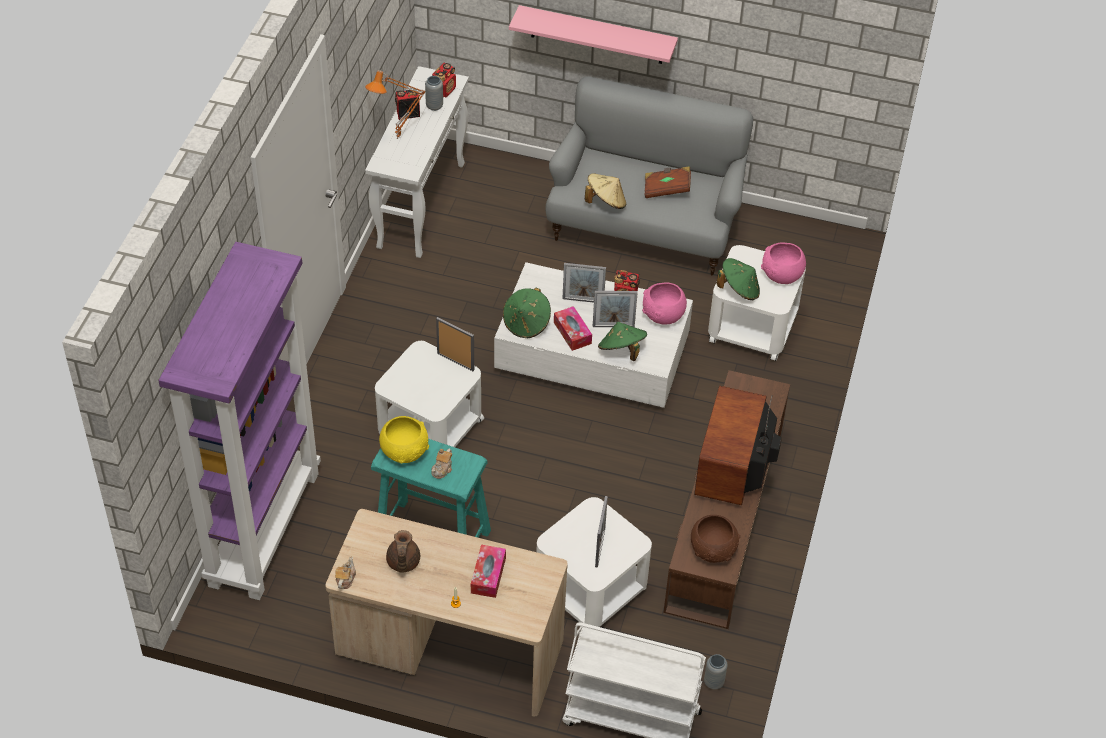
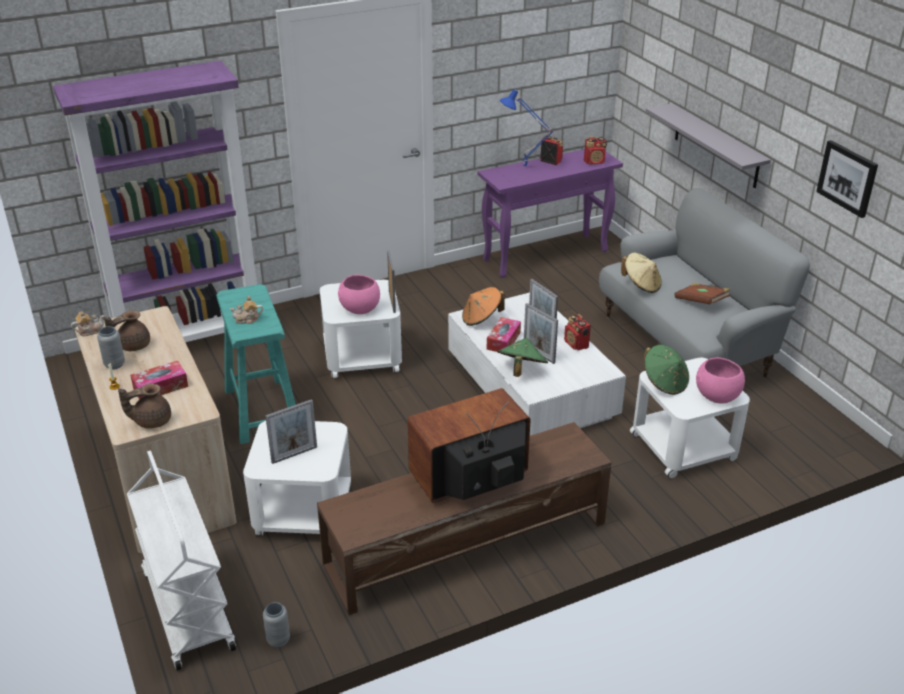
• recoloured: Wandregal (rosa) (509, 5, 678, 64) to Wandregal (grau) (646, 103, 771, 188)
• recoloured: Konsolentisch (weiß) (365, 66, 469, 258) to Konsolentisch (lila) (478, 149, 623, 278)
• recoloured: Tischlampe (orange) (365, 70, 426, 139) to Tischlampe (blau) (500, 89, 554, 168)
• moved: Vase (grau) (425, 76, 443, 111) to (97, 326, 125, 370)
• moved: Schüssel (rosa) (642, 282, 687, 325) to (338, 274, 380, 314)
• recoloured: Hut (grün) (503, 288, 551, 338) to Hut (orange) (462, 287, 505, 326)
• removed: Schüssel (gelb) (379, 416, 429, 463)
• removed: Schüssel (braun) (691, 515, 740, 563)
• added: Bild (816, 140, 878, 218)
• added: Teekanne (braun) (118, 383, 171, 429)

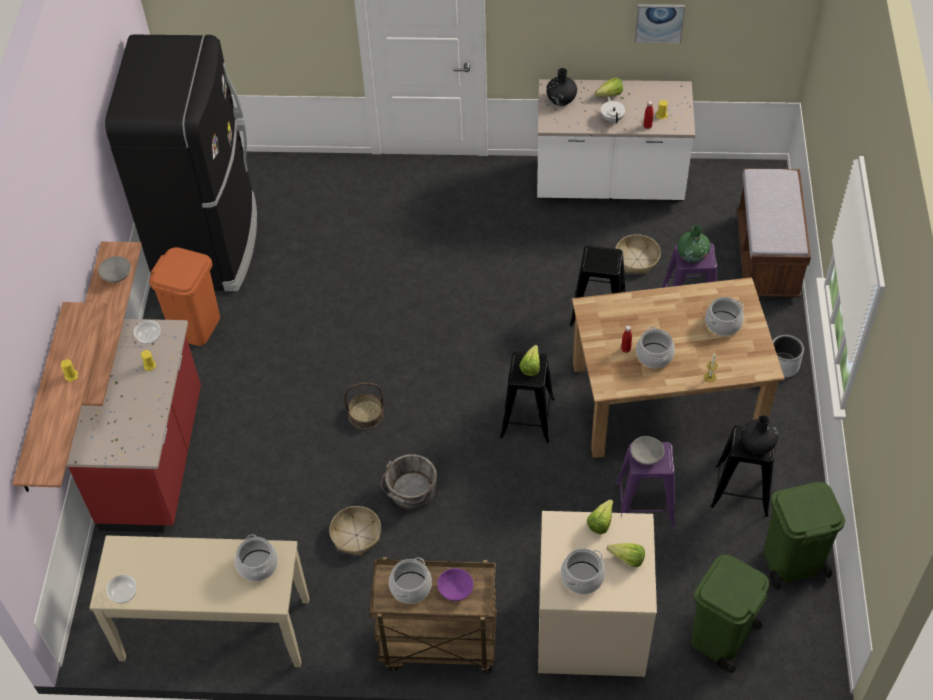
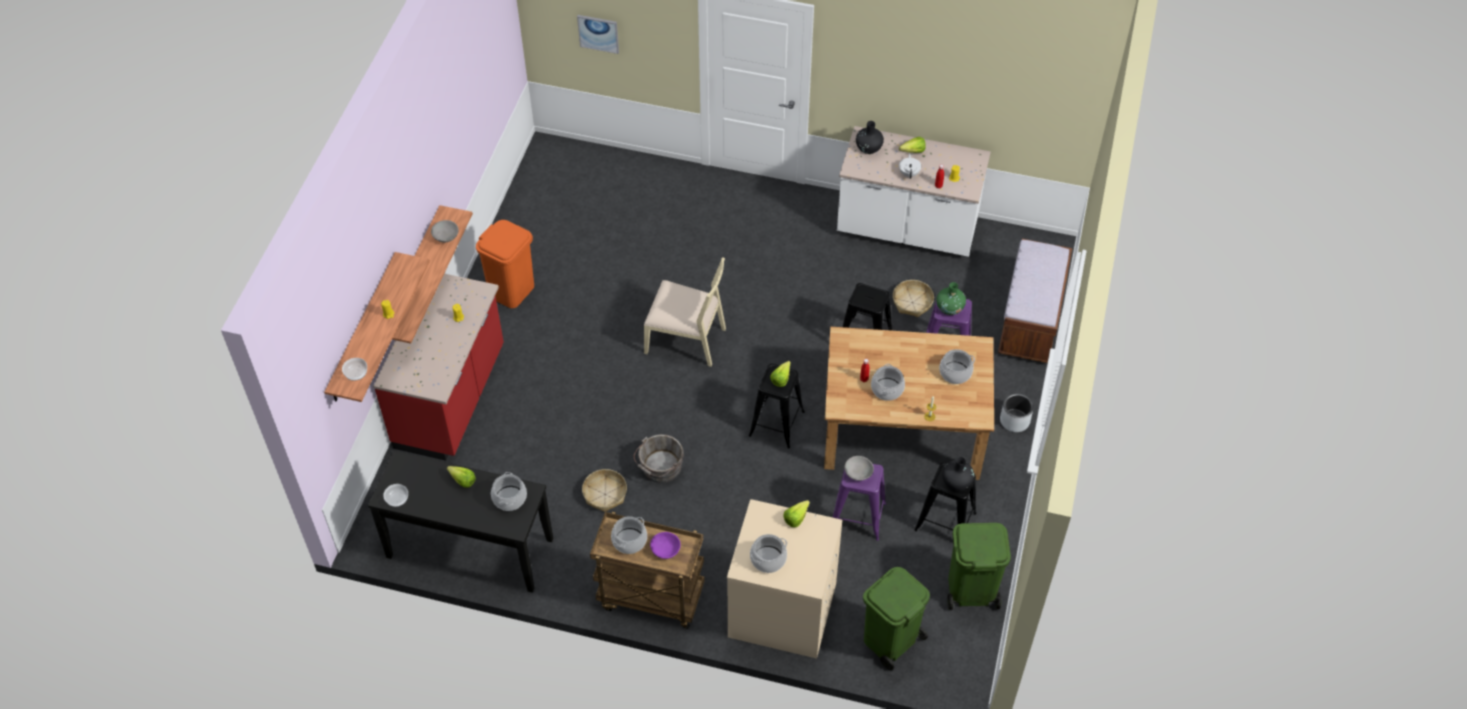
• moved: Bild (635, 4, 685, 43) to (577, 15, 619, 54)
• removed: Kühlschrank (schwarz) (105, 34, 257, 291)
• moved: Schüssel (134, 320, 160, 344) to (342, 358, 367, 381)
• removed: Korb (344, 382, 383, 429)
• recoloured: Konsolentisch (beige) (90, 535, 309, 667) to Konsolentisch (schwarz) (368, 450, 553, 593)
• moved: Salatkopf (607, 543, 645, 567) to (447, 466, 476, 488)
• added: Stuhl (beige) (644, 257, 726, 367)

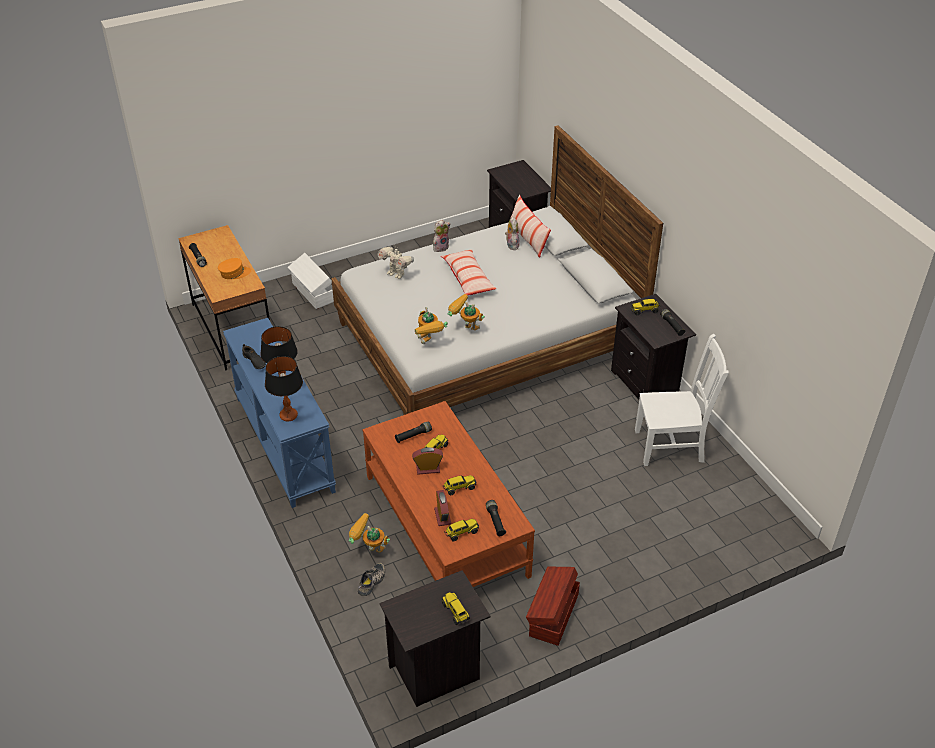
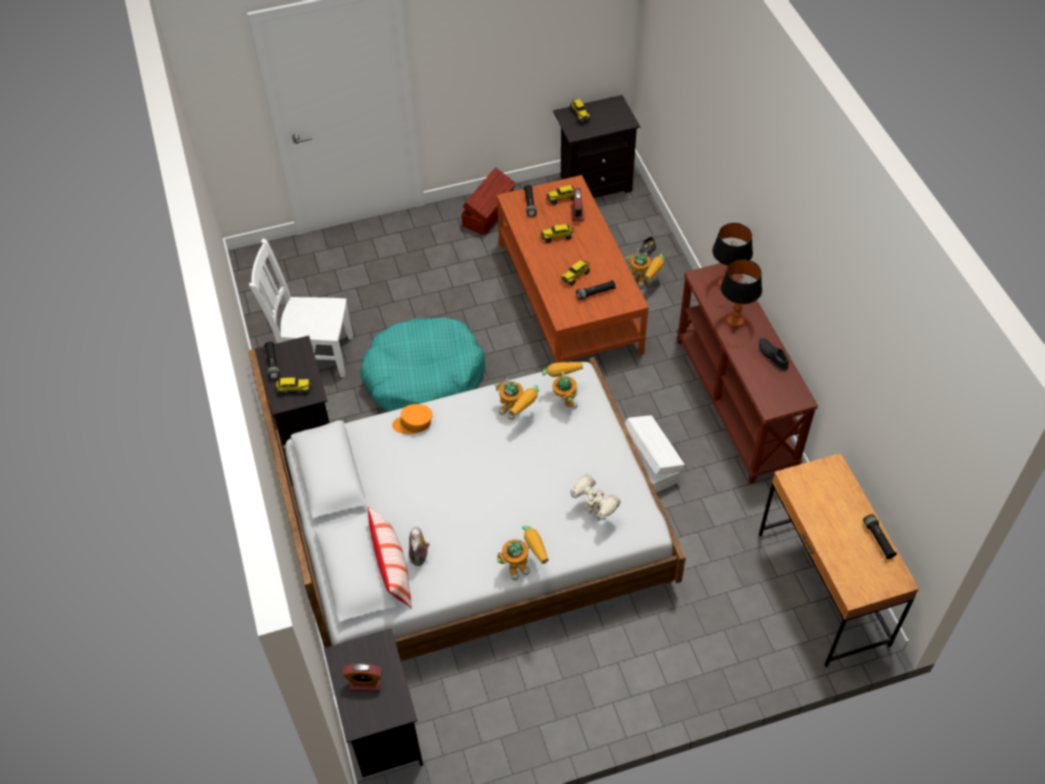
• replaced: Plüschtier (433, 220, 451, 252) to Spielzeugroboter (497, 525, 549, 580)
• removed: Kissen (441, 249, 496, 296)
• moved: Aufbewahrungsbox (weiß) (288, 253, 334, 309) to (625, 415, 685, 492)
• moved: Kappe (orange) (218, 258, 251, 279) to (392, 404, 433, 434)
• recoloured: Konsolentisch (blau) (223, 318, 336, 508) to Konsolentisch (braun) (677, 263, 818, 484)
• moved: Wecker (412, 447, 443, 474) to (342, 664, 382, 691)
• added: Hundebett (türkis) (360, 317, 485, 411)

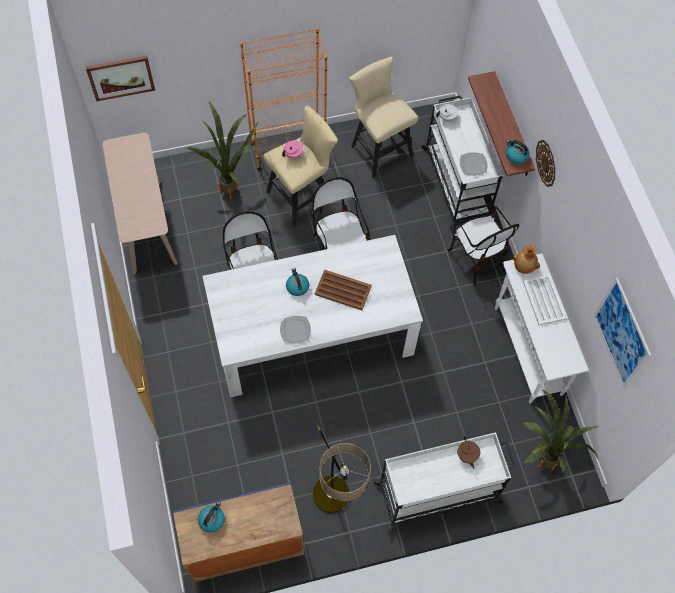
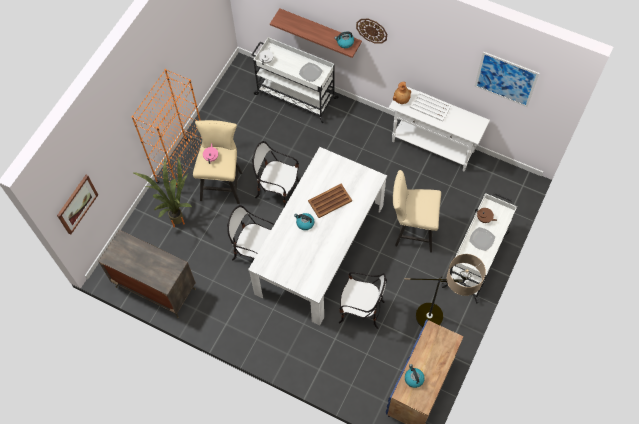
• moved: Hocker (beige) (349, 57, 418, 178) to (393, 170, 441, 252)
• replaced: Konsolentisch (beige) (103, 133, 178, 274) to Kommode (98, 230, 196, 318)
• moved: Stuhl (448, 206, 520, 286) to (339, 272, 387, 329)
• moved: Teller (280, 316, 311, 344) to (469, 227, 495, 251)
• removed: Topfpflanze (523, 390, 599, 473)

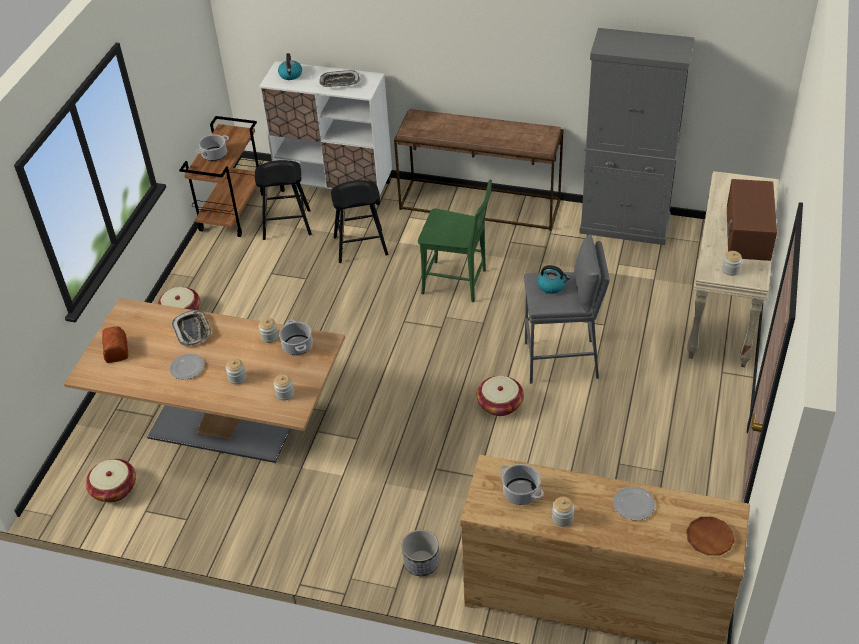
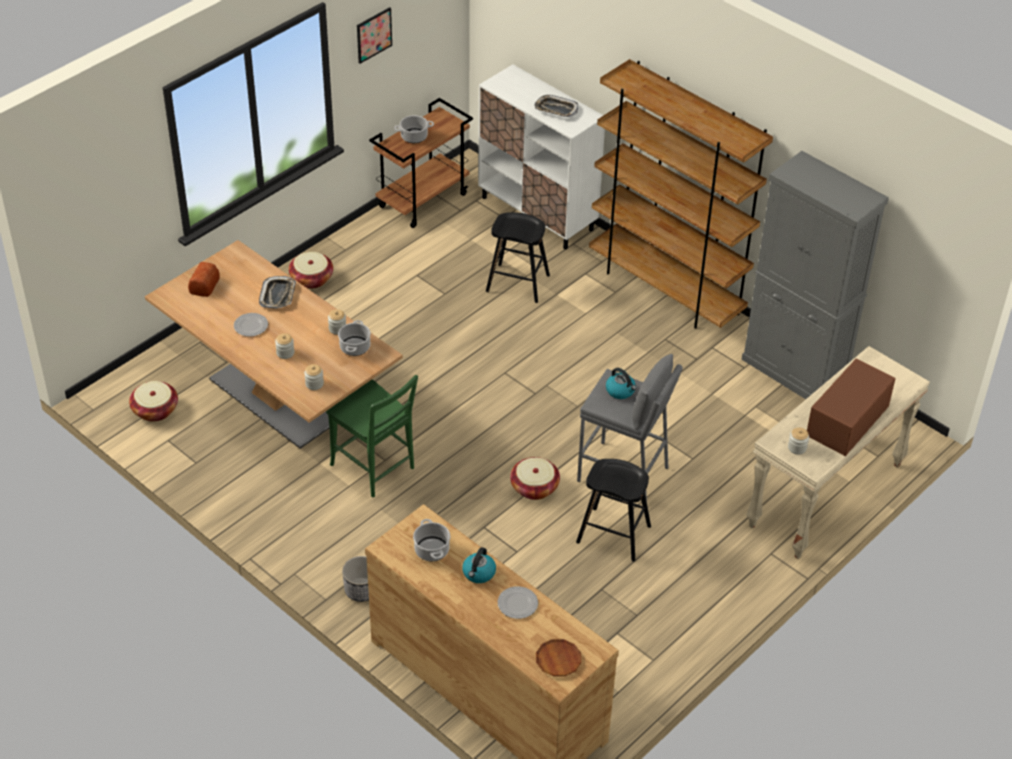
• moved: Wasserkessel (278, 53, 302, 80) to (462, 547, 496, 583)
• replaced: Konsolentisch (braun) (394, 109, 564, 231) to Bücherregal (braun) (589, 59, 773, 329)
• moved: Hocker (schwarz) (255, 160, 312, 240) to (576, 459, 651, 562)
• moved: Stuhl (grün) (418, 180, 492, 302) to (326, 375, 418, 498)
• removed: Vorratsglas (552, 497, 574, 527)
• added: Bild (357, 7, 392, 64)

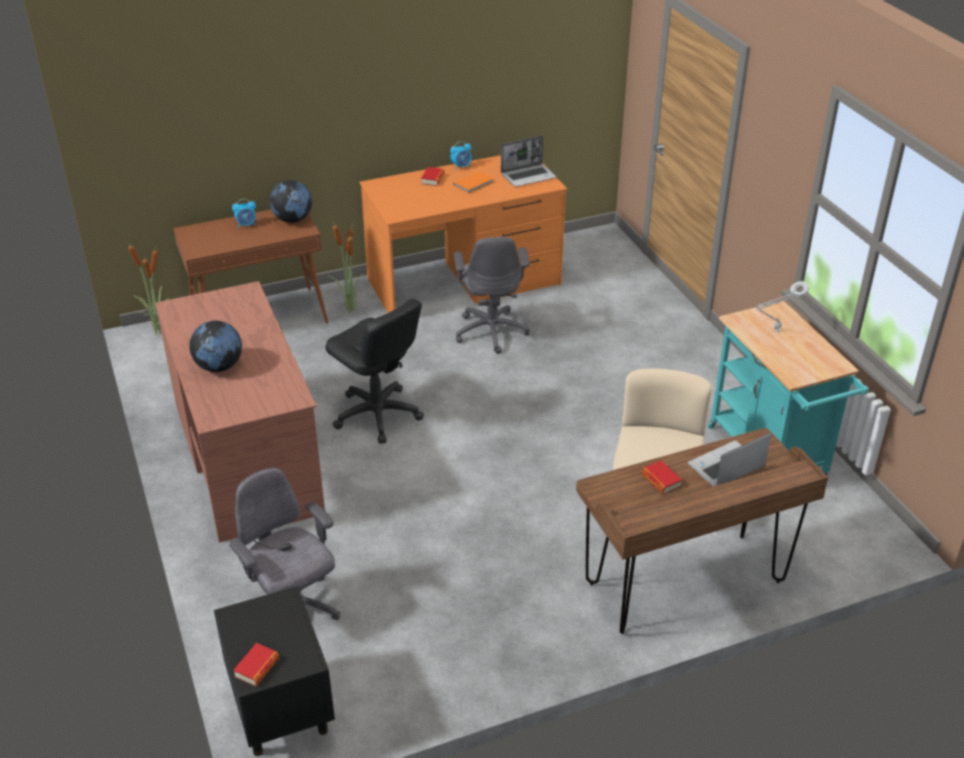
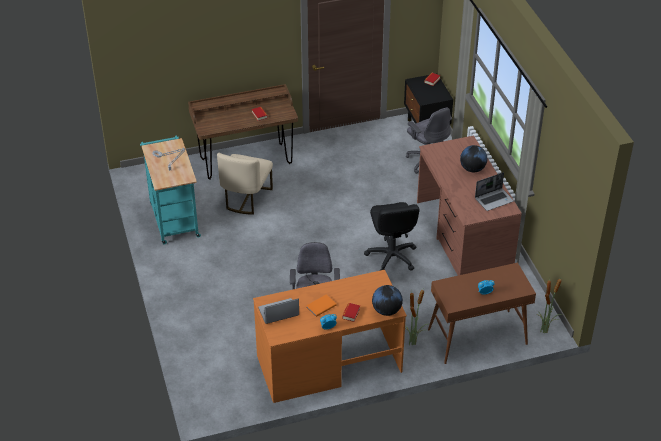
• moved: Globus (270, 180, 312, 223) to (372, 285, 403, 316)
• turned: Bürostuhl (schwarz) (326, 299, 424, 444) = (364, 202, 420, 271) 150 degrees counterclockwise
• moved: Laptop (688, 433, 771, 486) to (475, 172, 514, 211)

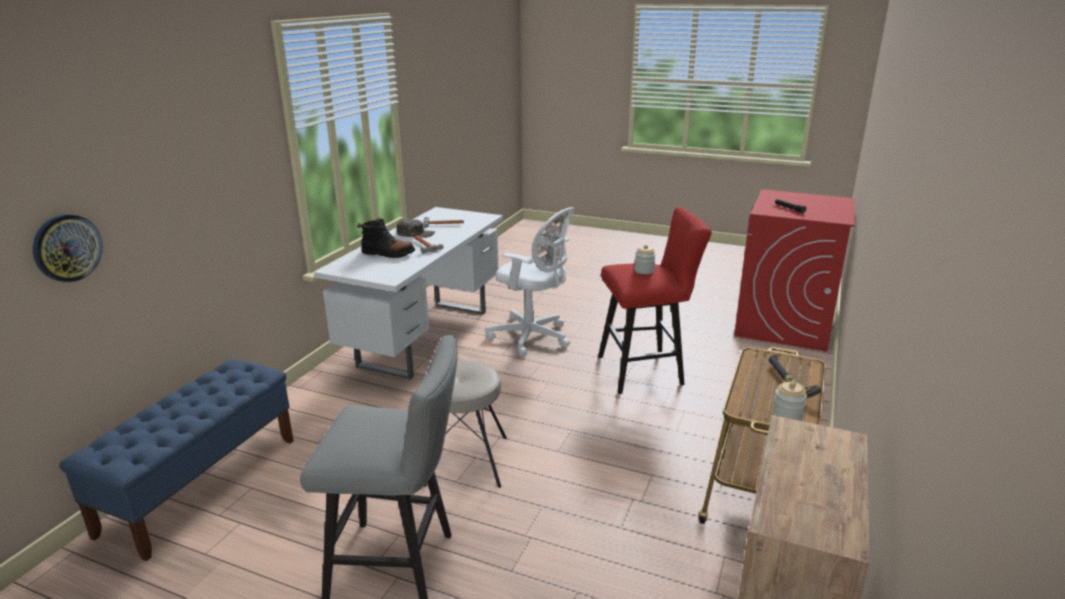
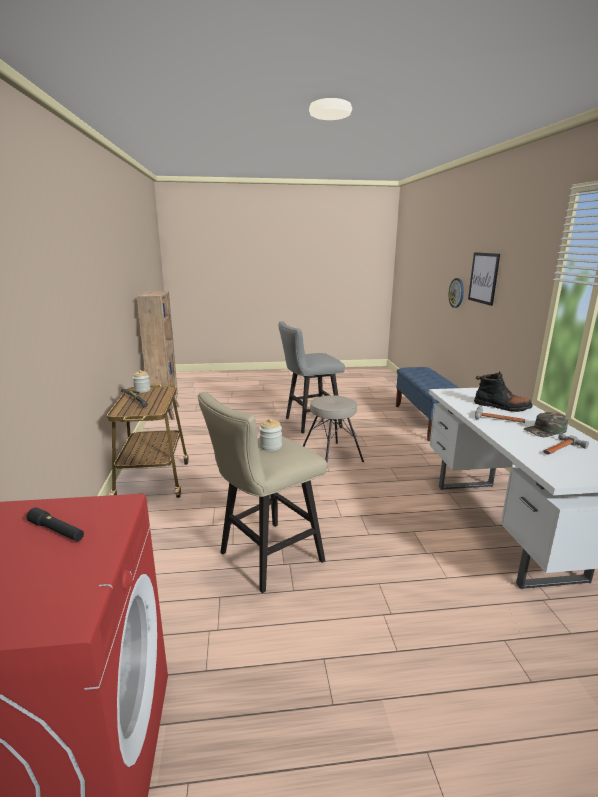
• removed: Bürostuhl (weiß) (485, 207, 575, 357)
• recoloured: Hocker (rot) (598, 207, 712, 394) to Hocker (beige) (198, 392, 327, 593)
• turned: Stiefel (schwarz) (357, 217, 415, 258) = (474, 371, 533, 412) 135 degrees counterclockwise
• added: Bild (468, 252, 500, 306)

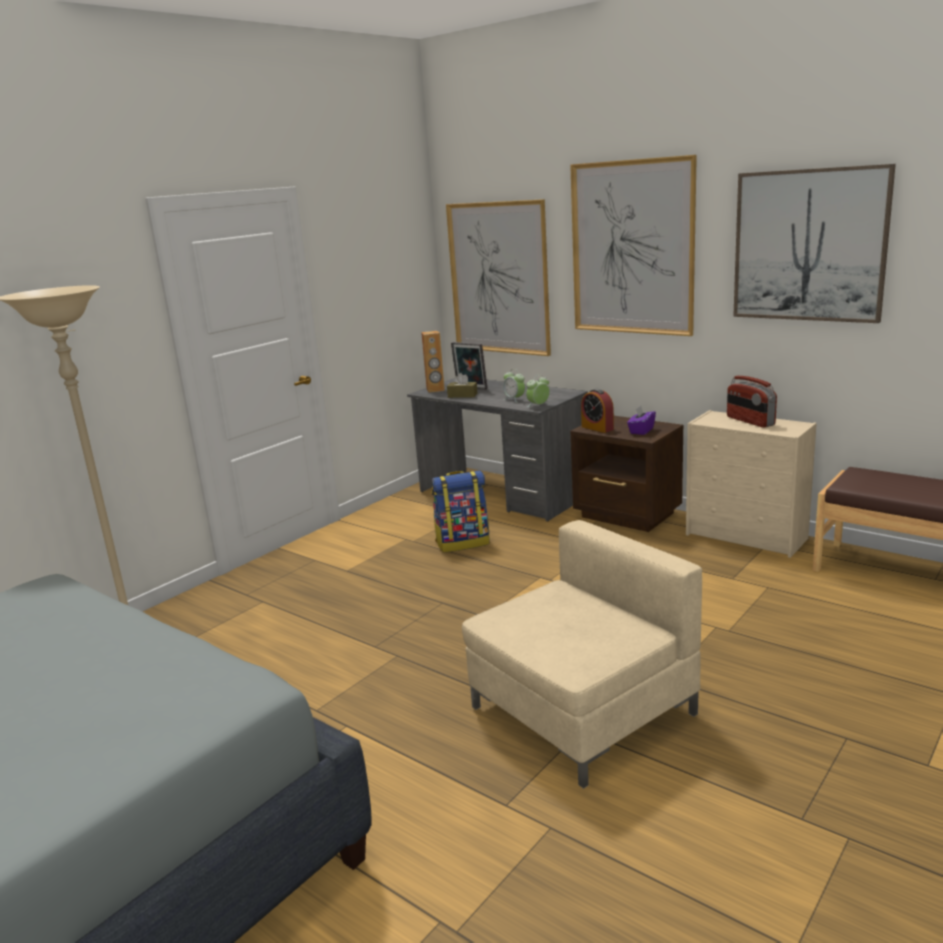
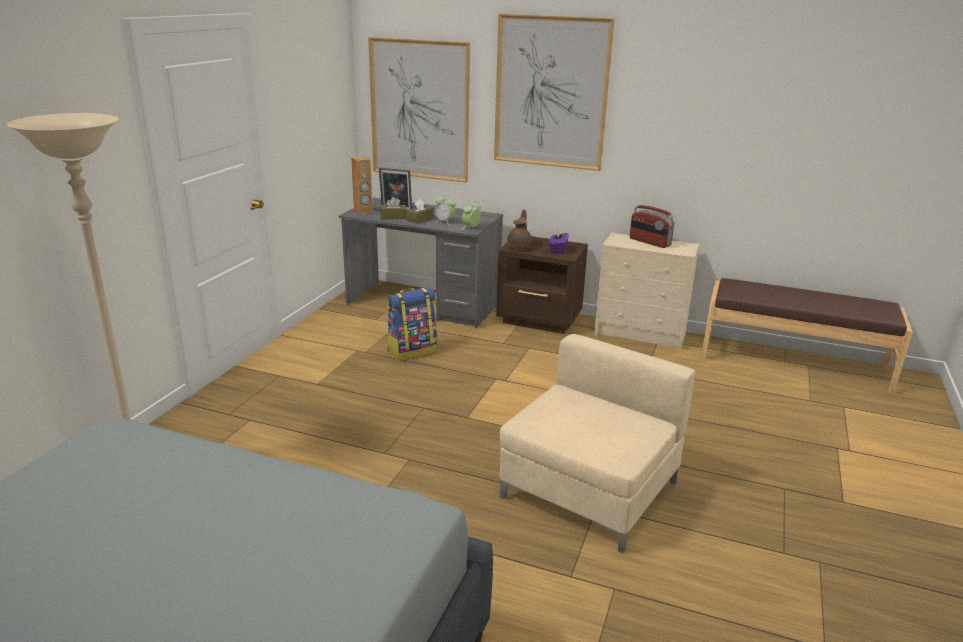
• removed: Bild (733, 164, 896, 323)
• replaced: Wecker (581, 389, 614, 433) to Teekanne (braun) (507, 210, 533, 250)
• added: Taschentuchbox (braun) (407, 199, 433, 224)

